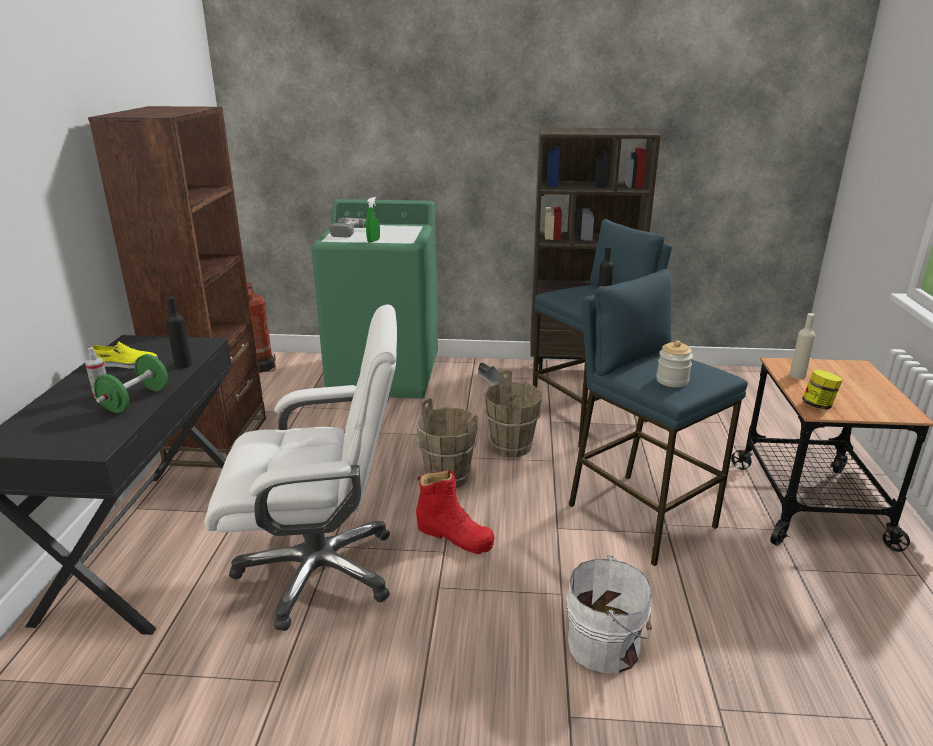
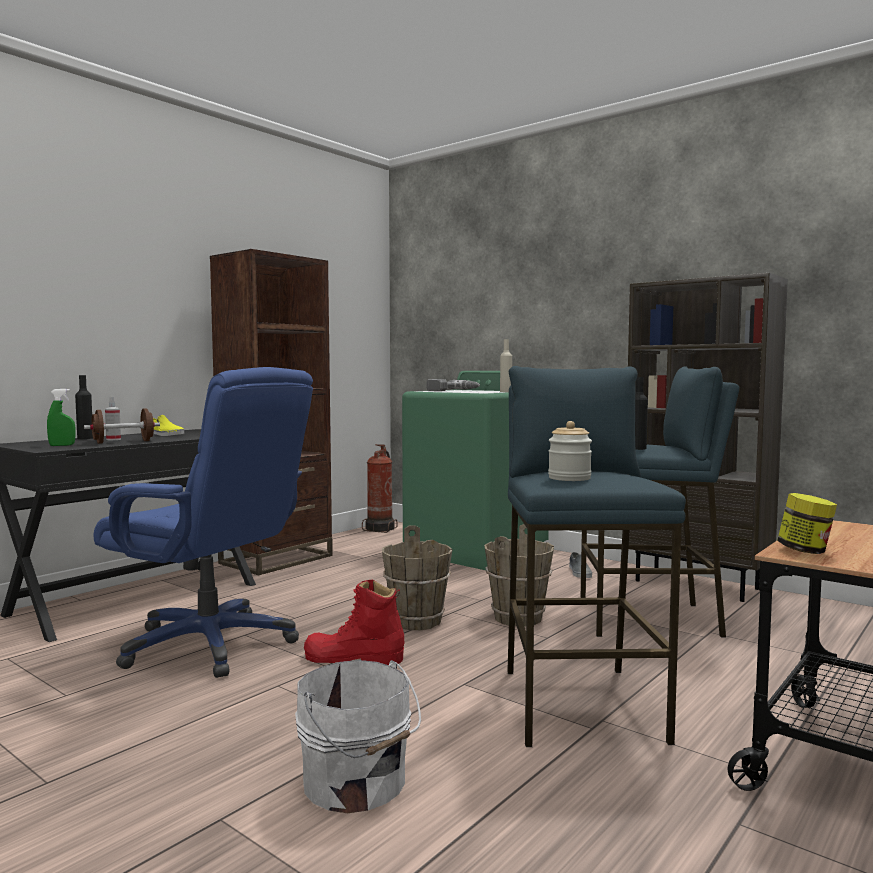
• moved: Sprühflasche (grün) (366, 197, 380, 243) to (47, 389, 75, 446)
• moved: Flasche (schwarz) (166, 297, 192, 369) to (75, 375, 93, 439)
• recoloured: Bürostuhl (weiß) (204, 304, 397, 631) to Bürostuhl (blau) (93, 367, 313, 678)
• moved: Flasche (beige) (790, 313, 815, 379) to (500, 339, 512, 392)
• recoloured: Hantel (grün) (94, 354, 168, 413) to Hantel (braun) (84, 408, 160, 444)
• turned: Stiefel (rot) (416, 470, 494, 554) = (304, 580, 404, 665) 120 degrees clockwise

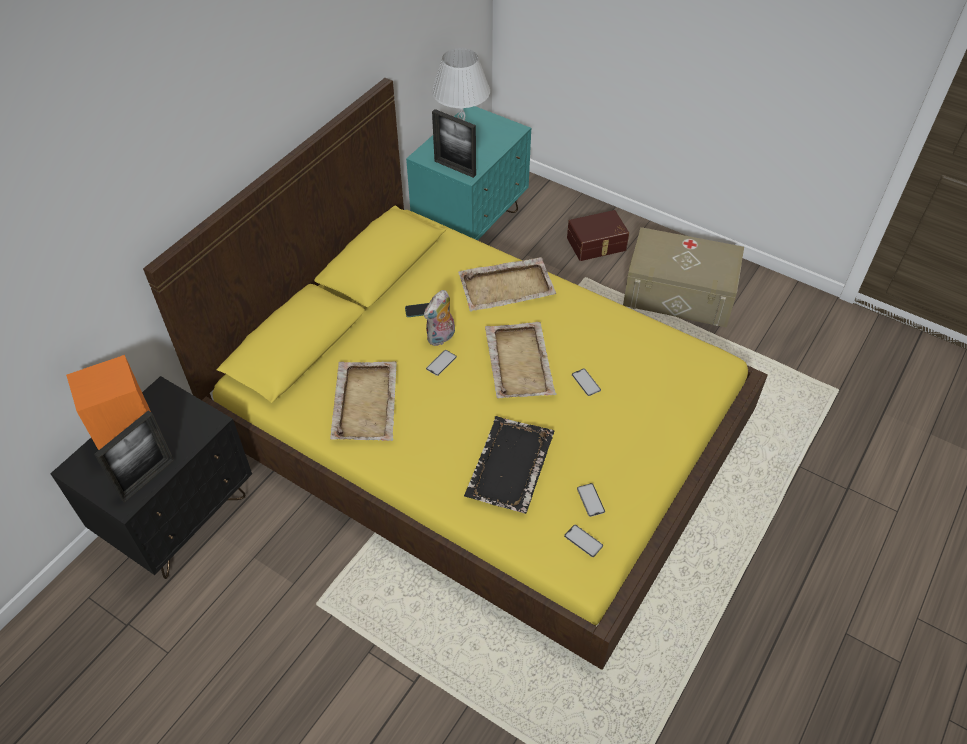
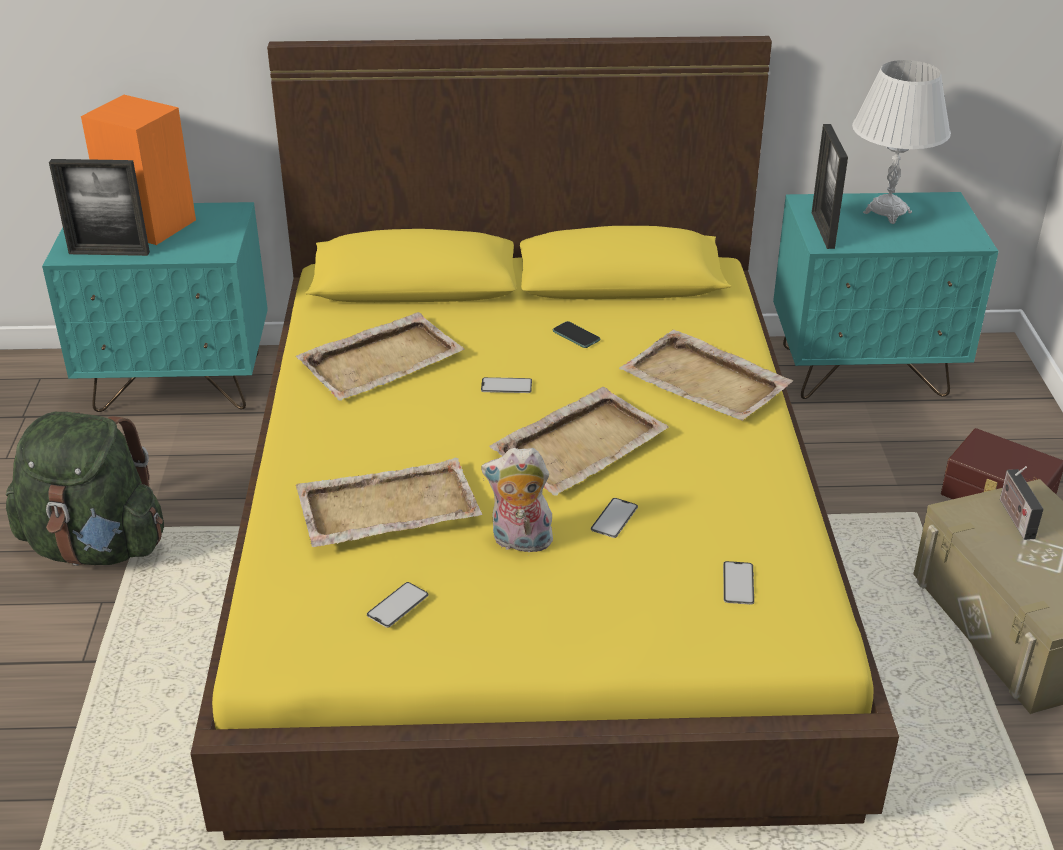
• moved: Plüschtier (424, 290, 455, 346) to (481, 448, 556, 556)
• recoloured: Nachttisch (schwarz) (50, 376, 252, 579) to Nachttisch (türkis) (42, 202, 268, 412)
• recoloured: Tablett (schwarz) (464, 416, 554, 514) to Tablett (beige) (296, 457, 482, 547)
• moved: Handy (564, 525, 603, 557) to (723, 561, 754, 605)
• added: Rucksack (grün) (6, 412, 164, 566)
• added: Radio (1000, 466, 1044, 540)

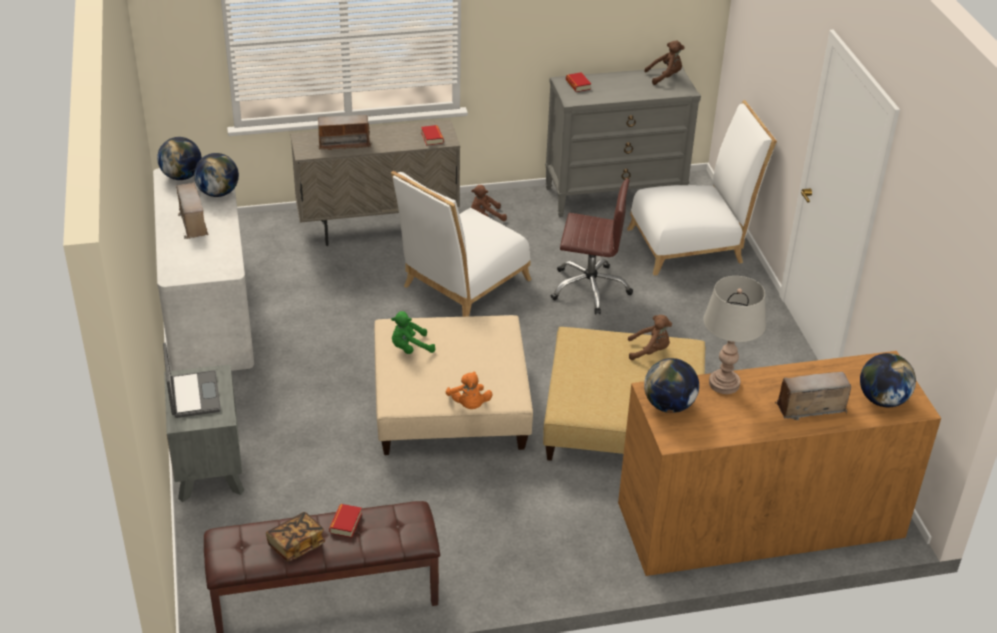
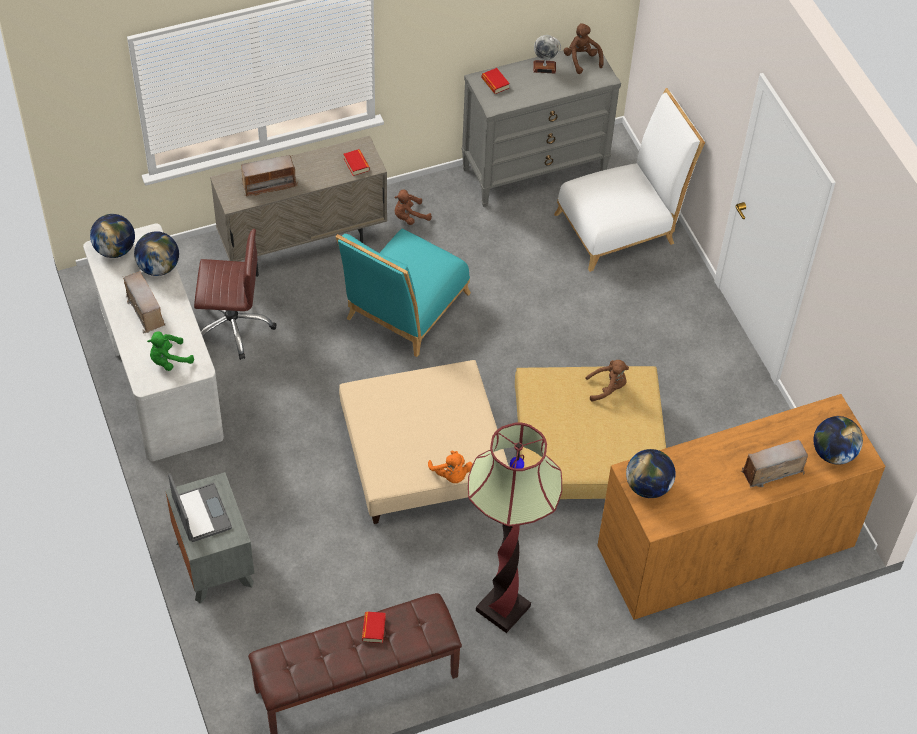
• turned: Plüschtier (braun) (644, 41, 684, 85) = (564, 23, 603, 74) 90 degrees counterclockwise
• recoloured: Stuhl (weiß) (391, 171, 532, 317) to Stuhl (türkis) (335, 229, 471, 357)
• moved: Bürostuhl (braun) (551, 179, 633, 314) to (194, 229, 276, 360)
• removed: Tischlampe (grau) (703, 276, 766, 394)
• moved: Plüschtier (grün) (391, 311, 435, 354) to (147, 332, 194, 371)
• removed: Buch (266, 512, 325, 561)
• added: Globus (533, 35, 561, 74)
• added: Stehlampe (468, 423, 562, 633)

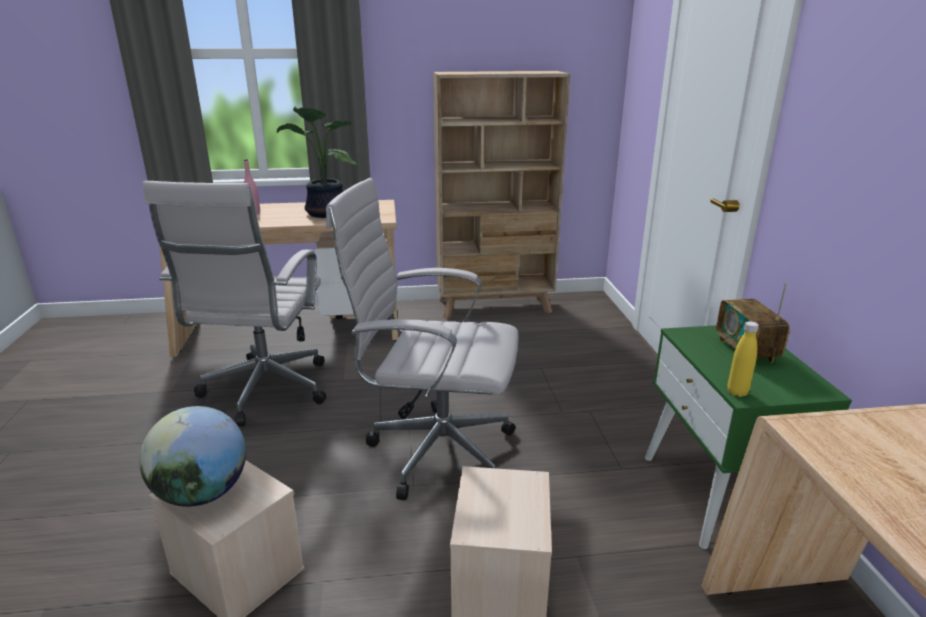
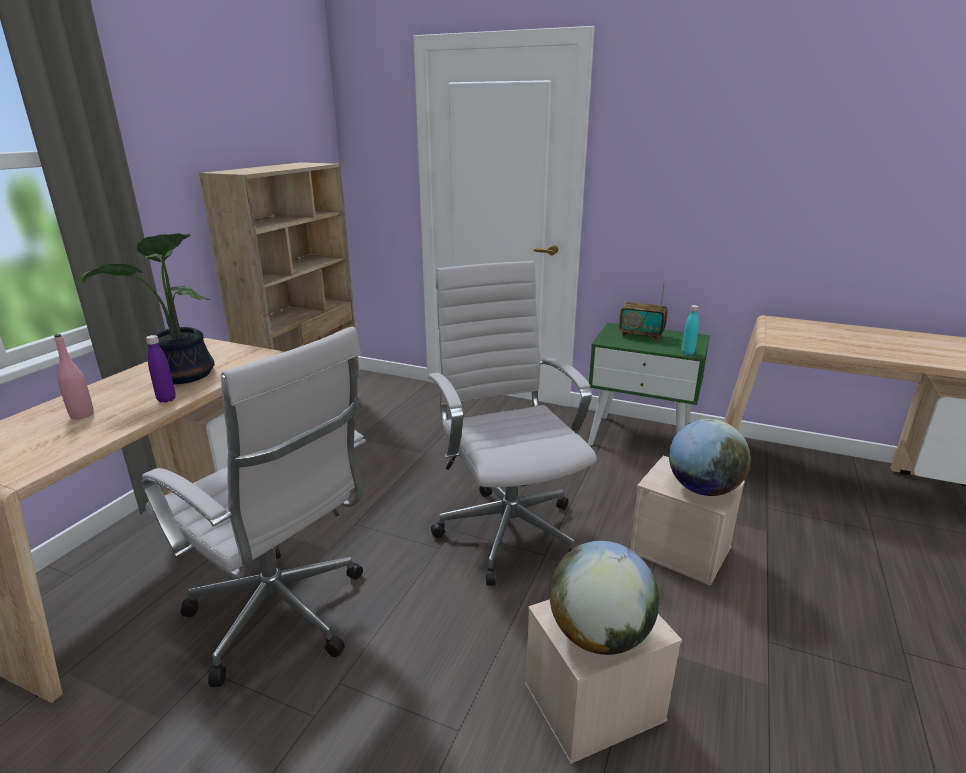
• turned: Bürostuhl (weiß) (326, 178, 519, 500) = (429, 261, 597, 586) 120 degrees clockwise
• recoloured: Flasche (gelb) (727, 321, 759, 397) to Flasche (türkis) (682, 305, 699, 355)
• added: Flasche (lila) (146, 335, 176, 403)
• added: Globus (669, 419, 751, 496)

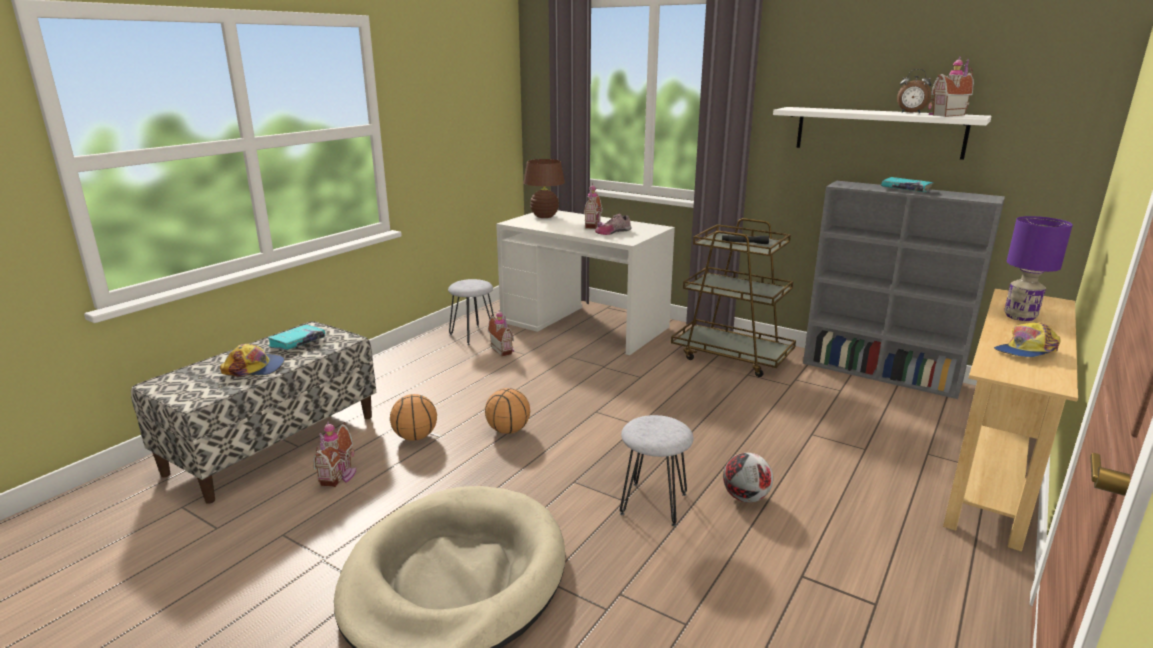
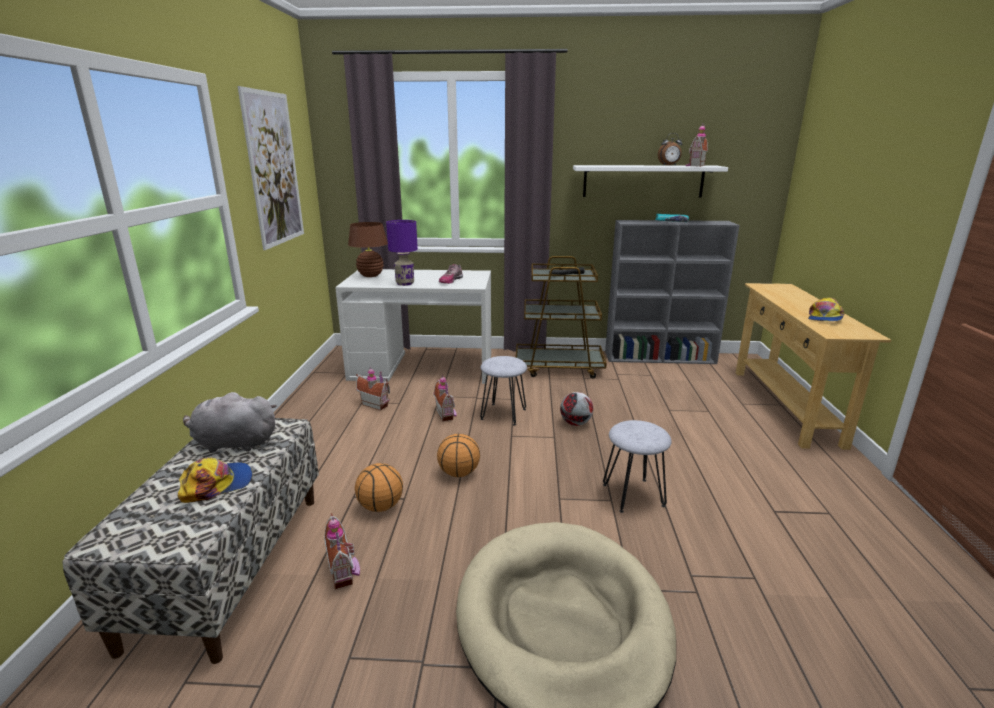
• moved: Spielzeughaus (584, 183, 605, 229) to (433, 375, 457, 421)
• moved: Tischlampe (lila) (1004, 216, 1073, 321) to (386, 220, 418, 286)
• moved: Hocker (grau) (448, 279, 494, 345) to (480, 356, 527, 426)
• replaced: Buch (türkis) (268, 325, 325, 350) to Plüschtier (grau) (183, 392, 277, 453)
• moved: Fußball (723, 453, 773, 502) to (560, 392, 593, 426)
• added: Bild (238, 86, 304, 250)

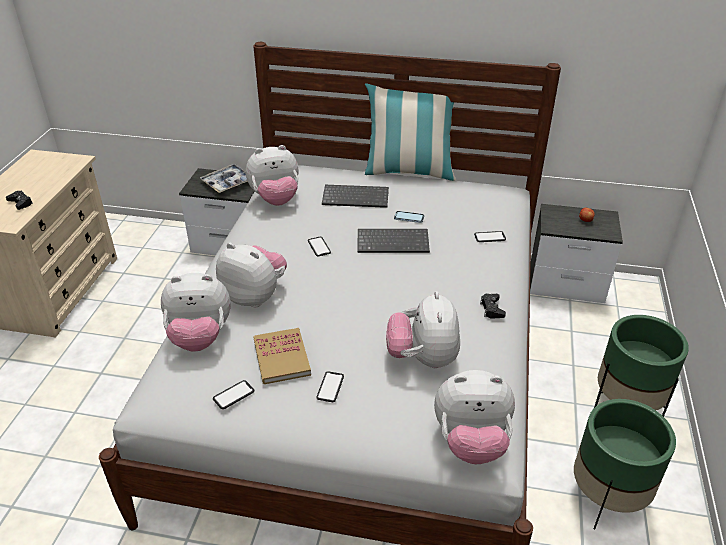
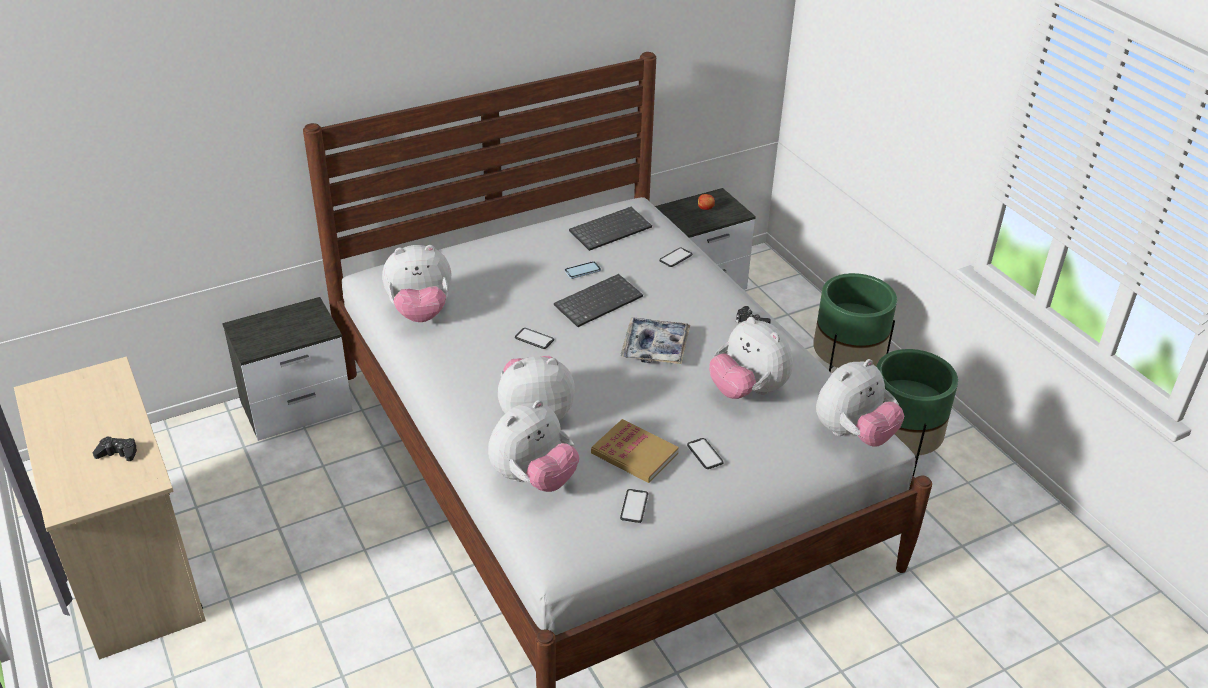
• removed: Kissen (365, 83, 456, 181)
• turned: Plüschtier (246, 145, 298, 206) = (382, 245, 451, 322) 45 degrees clockwise
• moved: Tablett (200, 164, 248, 193) to (621, 317, 690, 364)
• moved: Tastatur (322, 185, 389, 208) to (569, 207, 652, 251)

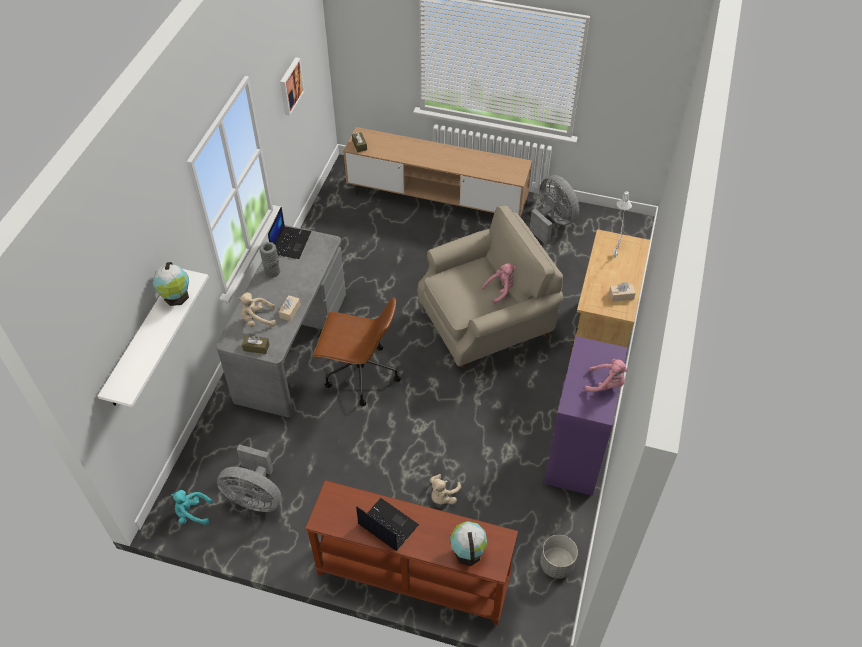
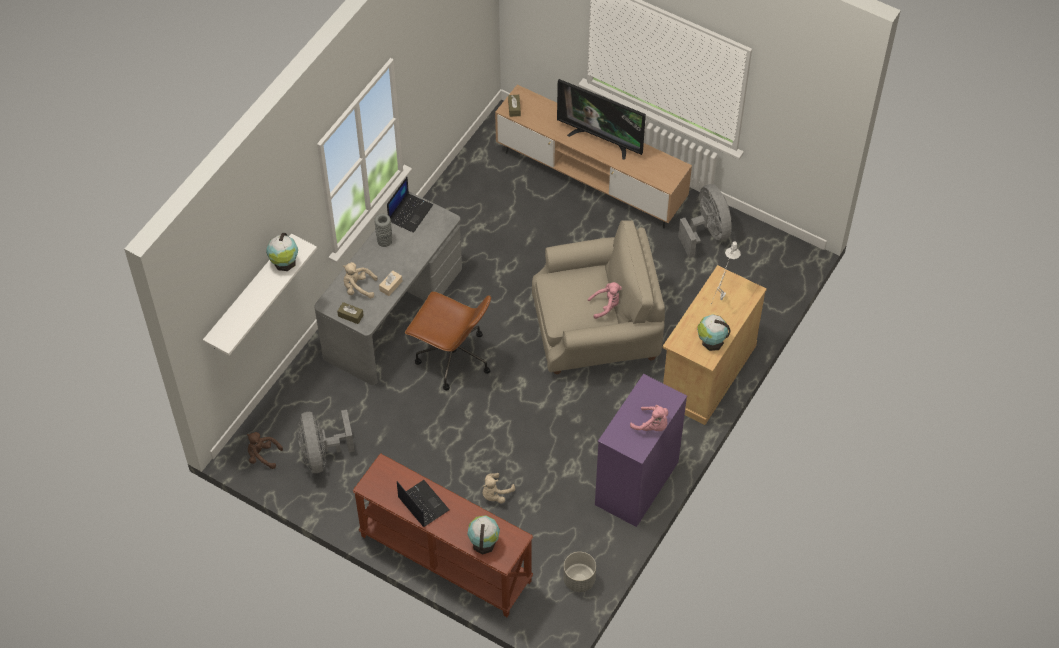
• removed: Bild (280, 57, 304, 116)
• replaced: Taschentuchbox (beige) (609, 282, 636, 302) to Globus (697, 314, 730, 351)
• turned: Ventilator (grau) (217, 444, 281, 512) = (298, 410, 355, 473) 45 degrees clockwise
• recoloured: Plüschtier (türkis) (171, 490, 213, 525) to Plüschtier (braun) (247, 432, 283, 469)
• added: Fernseher (557, 79, 646, 160)

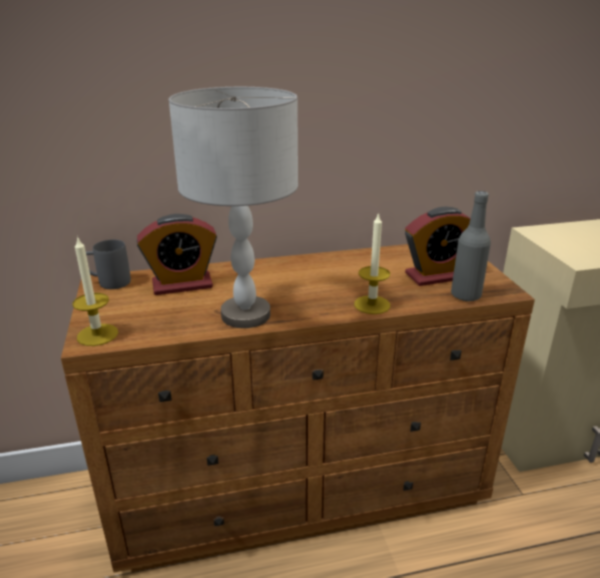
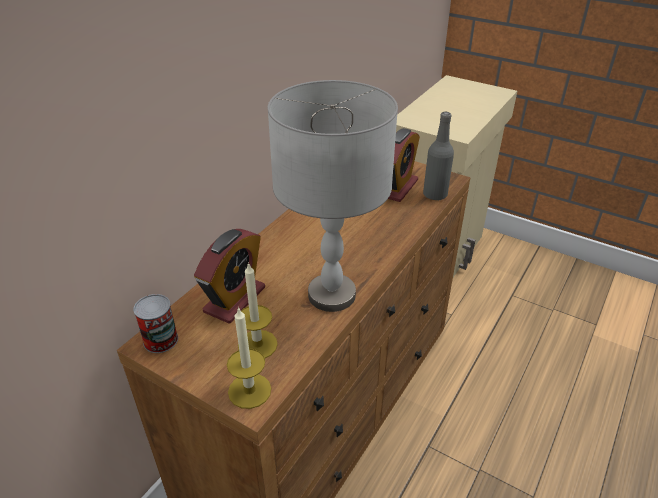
• moved: Kerze (354, 212, 390, 314) to (238, 262, 278, 358)
• replaced: Henkelbecher (grau) (86, 240, 131, 289) to Dose (133, 294, 178, 353)

